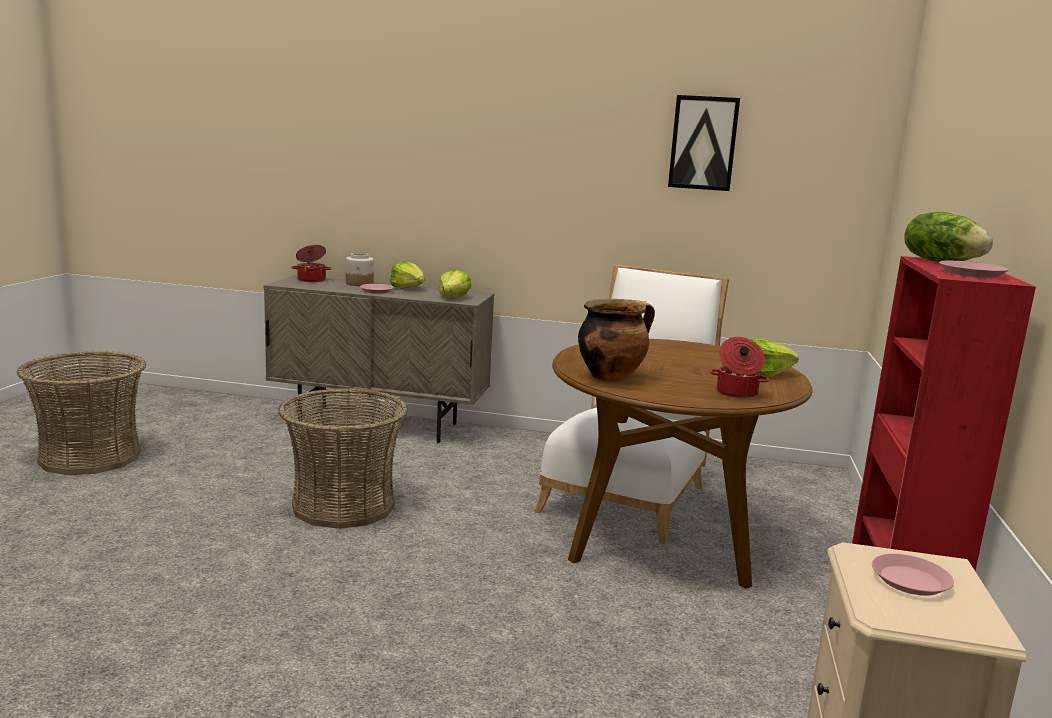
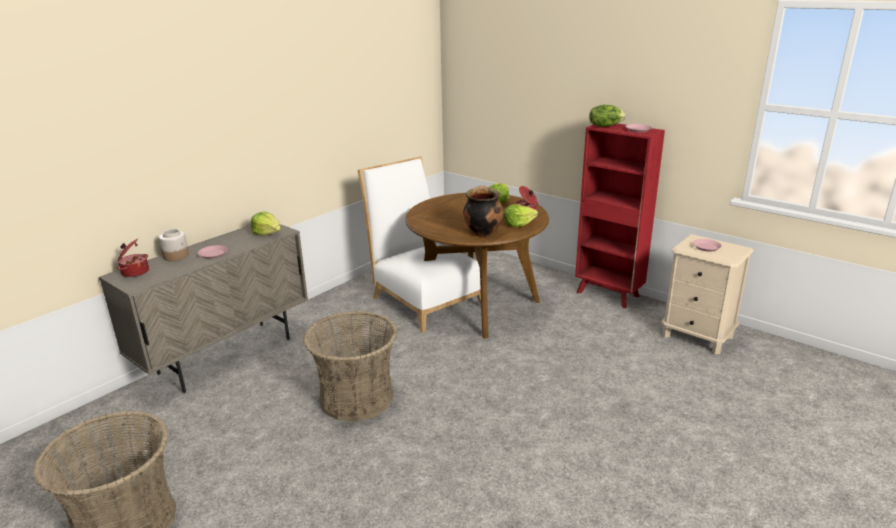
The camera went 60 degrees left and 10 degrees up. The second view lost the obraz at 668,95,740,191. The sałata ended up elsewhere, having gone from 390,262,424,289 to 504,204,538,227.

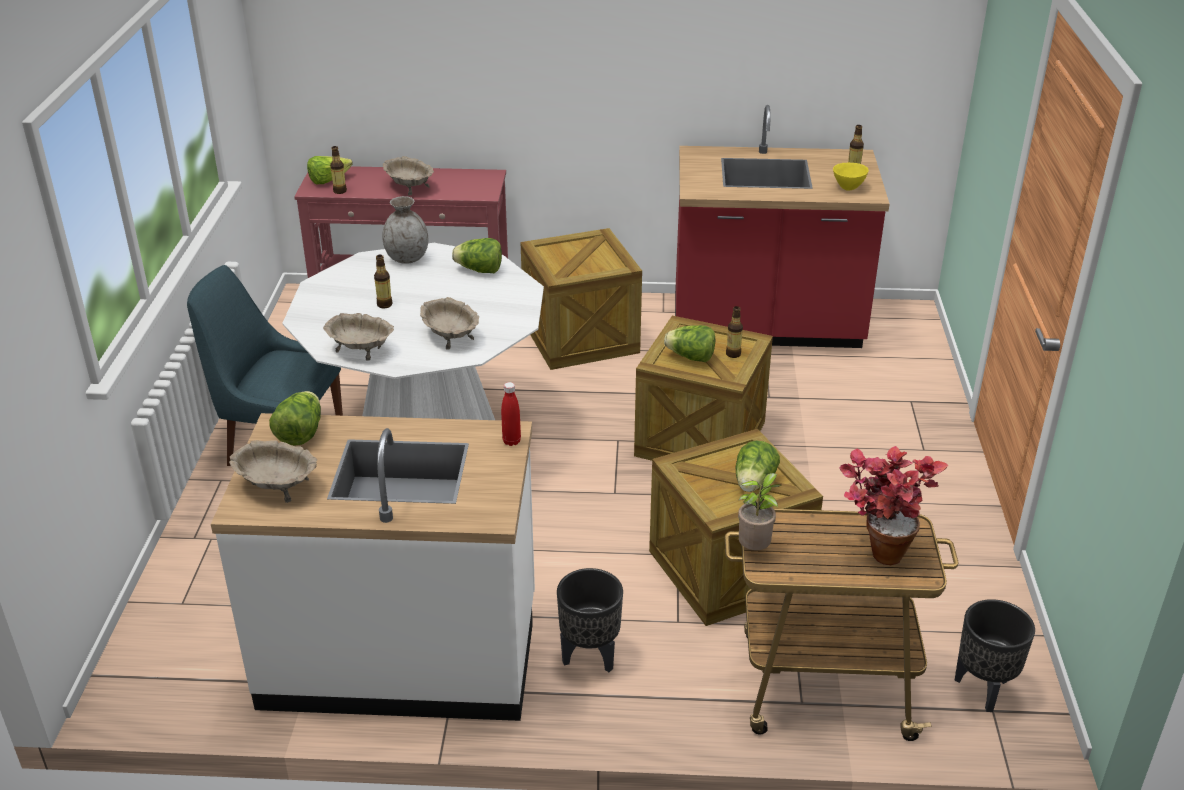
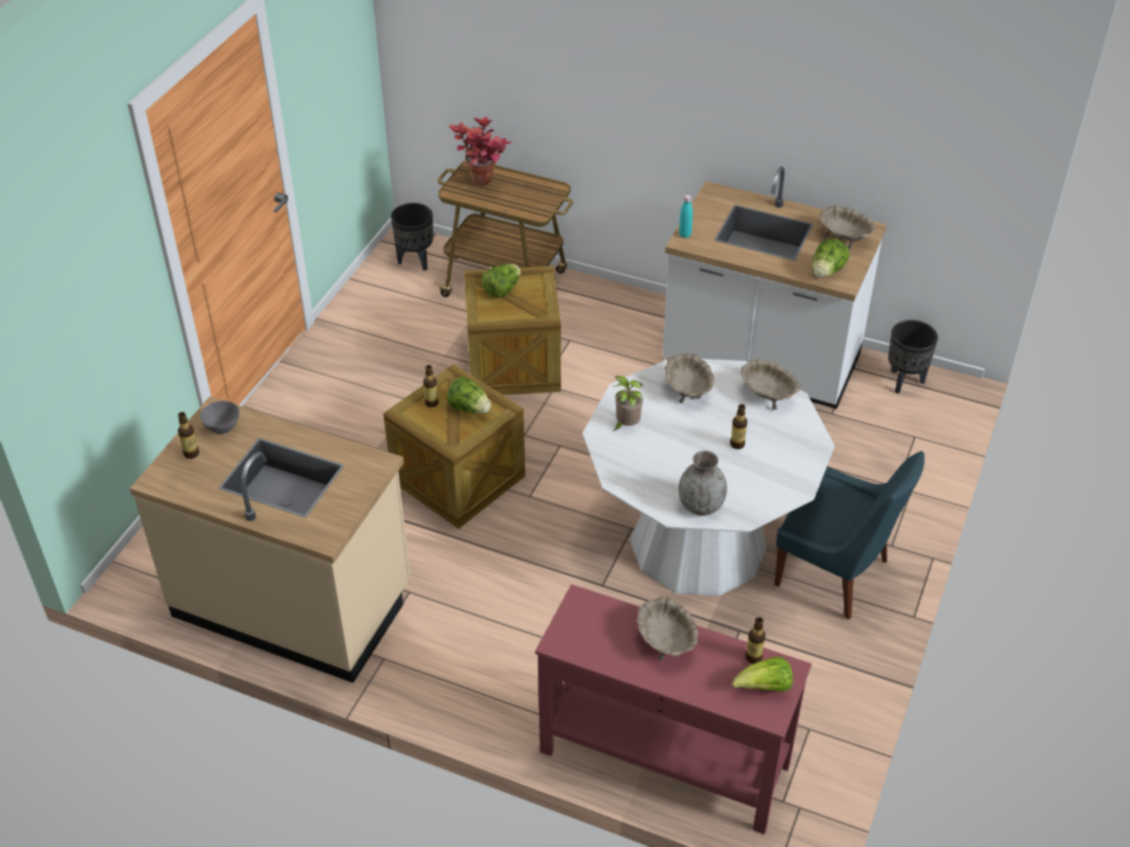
The camera went 160 degrees left and 10 degrees up. What was the zabudowa kuchenna (czerwony) at 675,105,890,348 turned into the zabudowa kuchenna (beżowy) at 130,396,410,683. What was the miska (żółty) at 833,163,869,191 turned into the miska (szary) at 200,401,240,434. The second view lost the skrzynka at 520,228,642,370. The second view lost the sałata at 452,238,502,273. What was the butelka (czerwony) at 501,382,521,446 turned into the butelka (turkusowy) at 679,195,693,238. The roślina doniczkowa ended up elsewhere, having gone from 738,473,781,550 to 613,376,643,431. The donica (czarny) ended up elsewhere, having gone from 557,568,623,672 to 888,320,938,394.

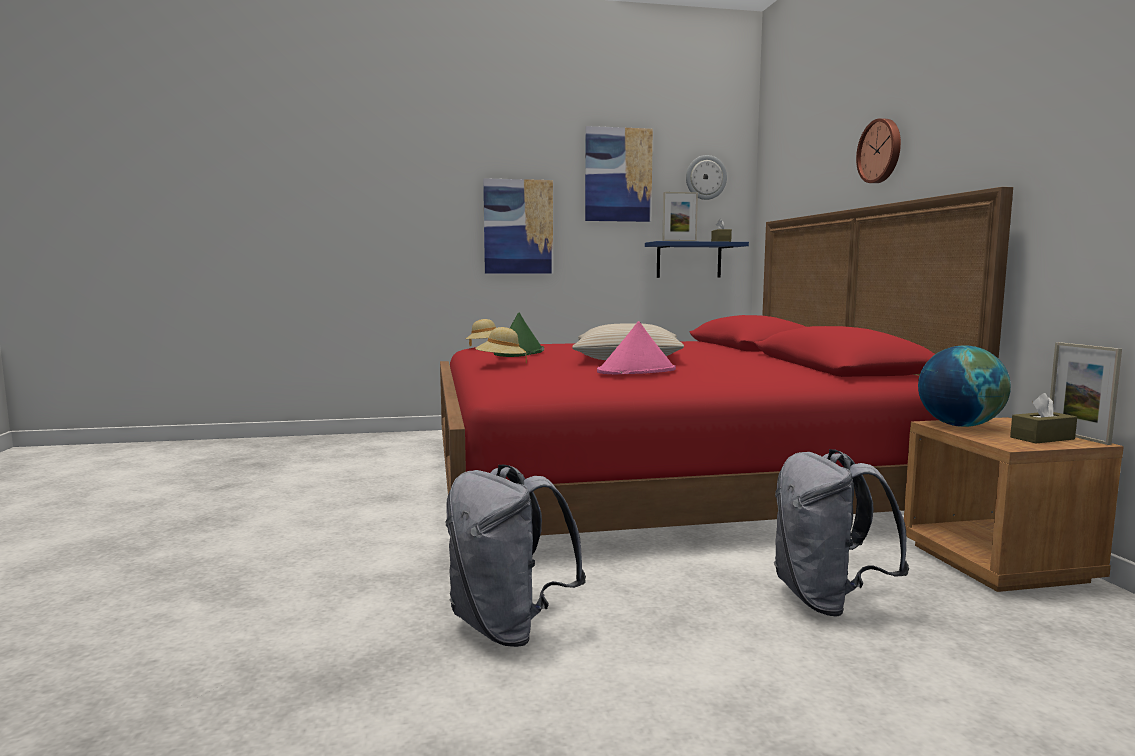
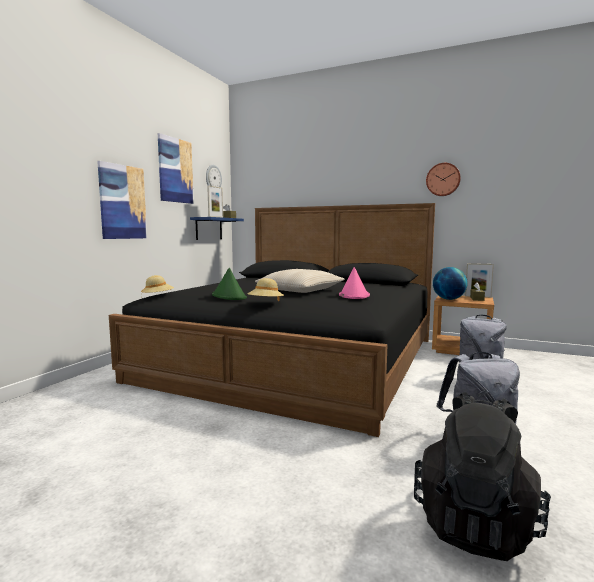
The camera went 55 degrees left and 0 degrees up. The zegar ścienny ended up elsewhere, having gone from 856,118,901,183 to 426,163,461,196. What was the łóżko (czerwony) at 440,187,1013,535 turned into the łóżko (czarny) at 109,203,435,437. The second view gained the plecak (czarny) at 414,392,551,561.

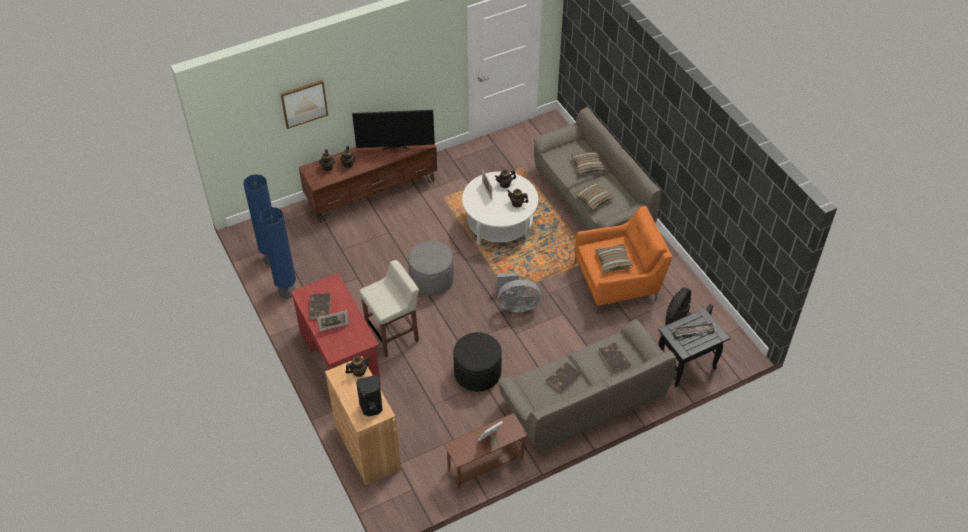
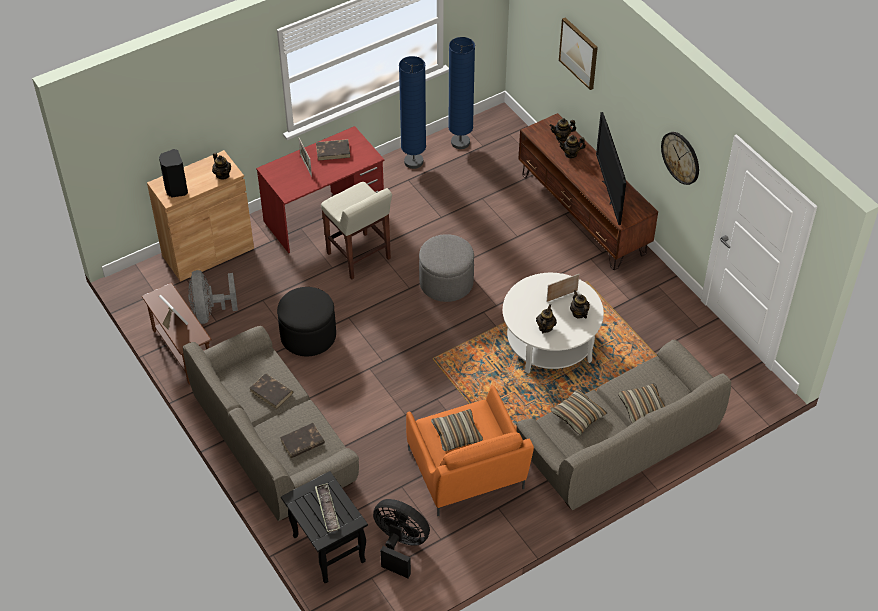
The camera went 85 degrees right and 0 degrees up. The wentylator (szary) ended up elsewhere, having gone from 497,273,541,312 to 188,270,238,324. The second view gained the zegar ścienny at 661,132,699,185.

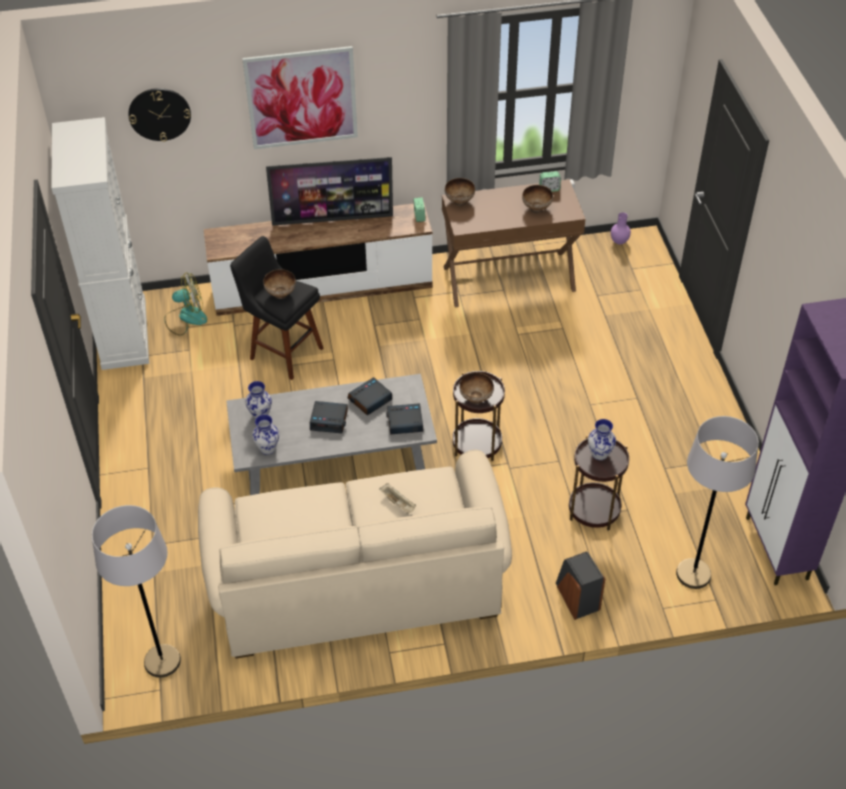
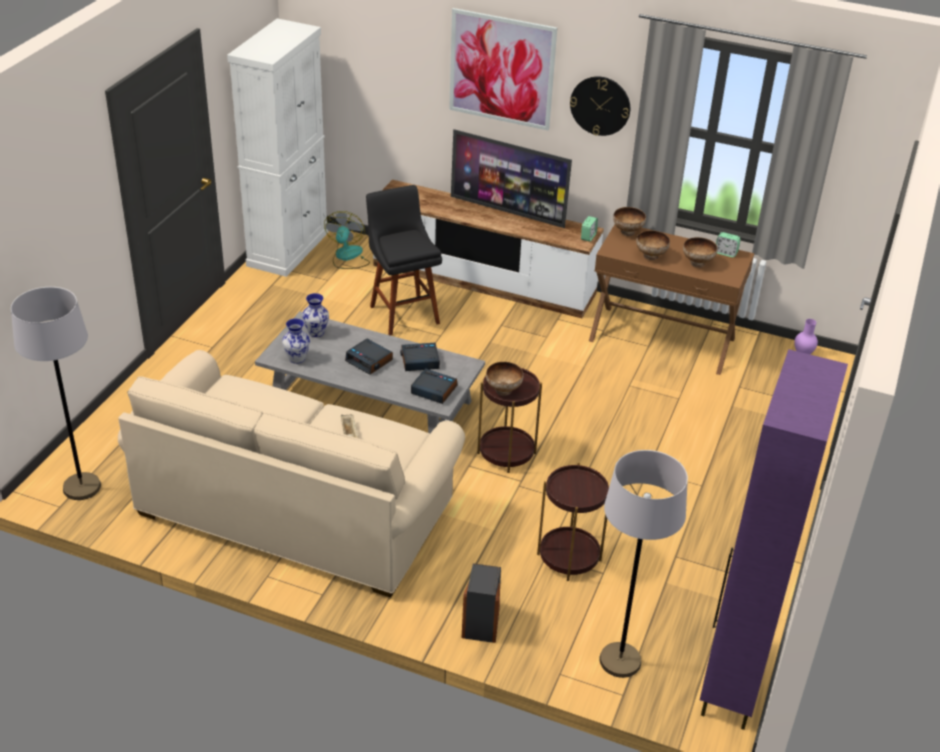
The camera went 30 degrees right and 10 degrees down. The zegar ścienny ended up elsewhere, having gone from 128,88,191,142 to 570,76,630,136. The miska ended up elsewhere, having gone from 263,269,296,299 to 636,230,670,260. The wentylator at 164,273,207,336 ended up facing another way, 105 degrees counterclockwise from before. The second view lost the wazon at 588,419,616,460.

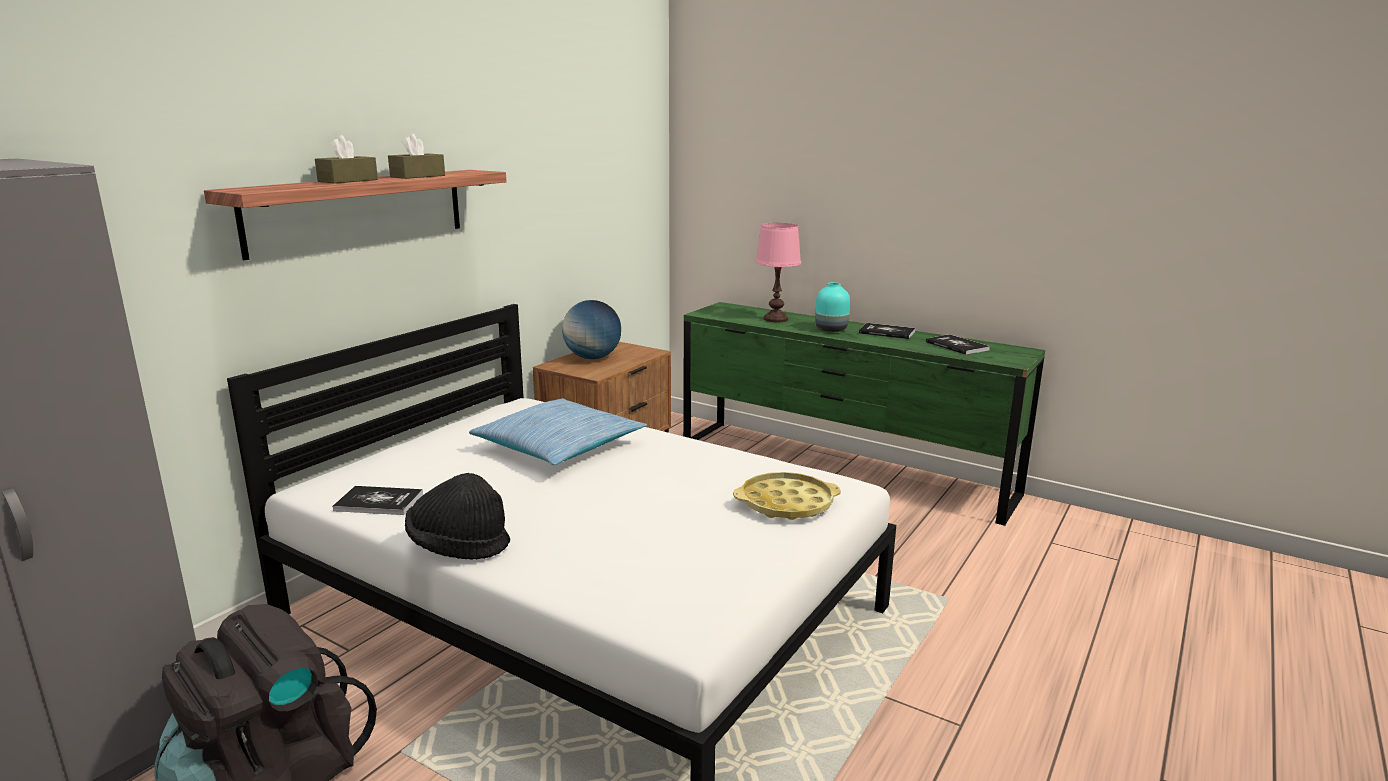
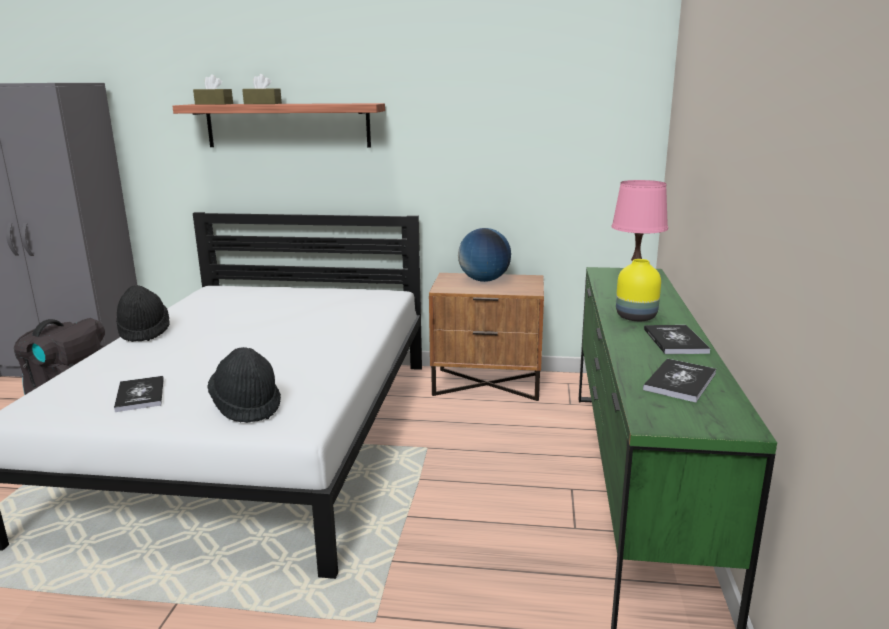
The camera went 65 degrees right and 0 degrees up. The pudełko chusteczek (brązowy) ended up elsewhere, having gone from 388,134,445,179 to 193,74,233,105. What was the wazon (turkusowy) at 815,282,850,332 turned into the wazon (żółty) at 616,259,661,321. The second view lost the poduszka at 469,398,647,465. Where the taca (żółty) stood at 733,472,841,520, the kapelusz (czarny) came to stand at 208,347,281,423. The książka ended up elsewhere, having gone from 332,486,423,515 to 114,376,164,412.

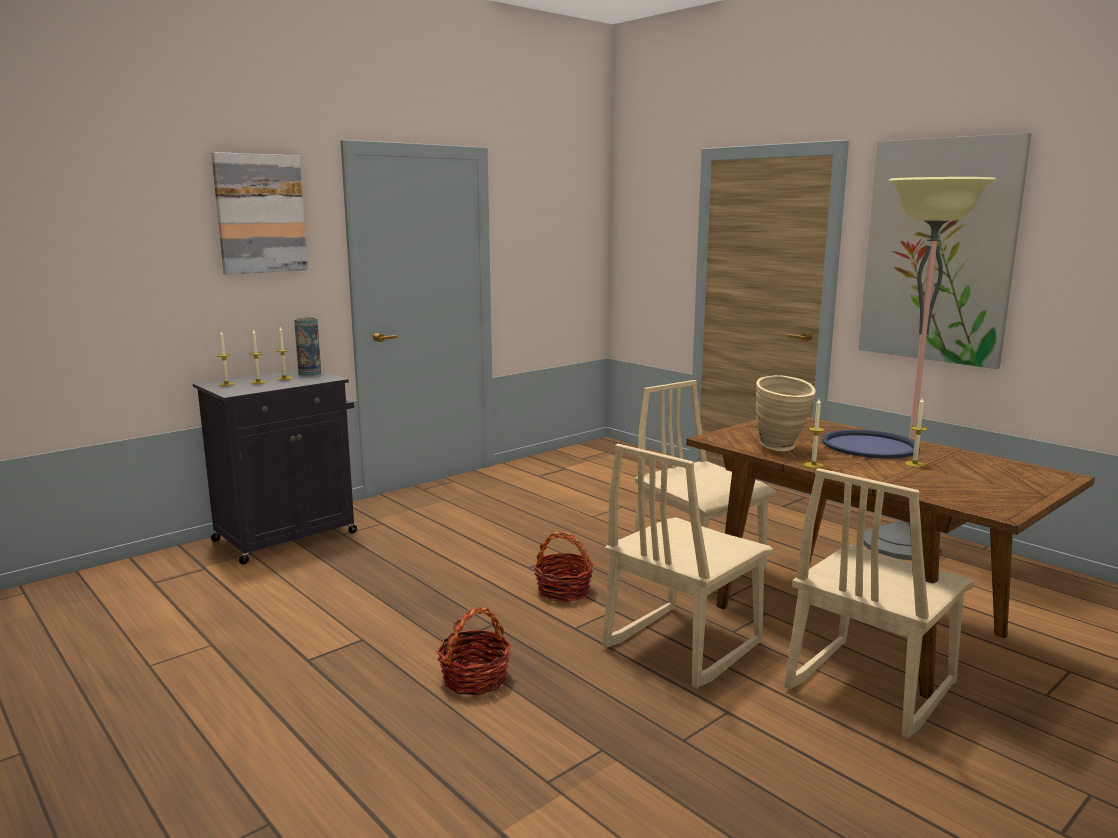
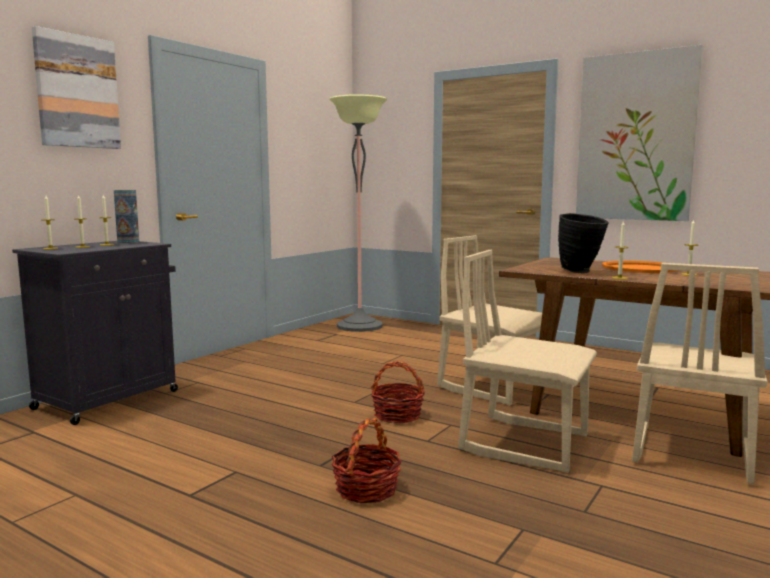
The camera went 15 degrees left and 5 degrees down. The lampa stojąca ended up elsewhere, having gone from 863,177,996,560 to 329,94,387,332. What was the wazon (beżowy) at 756,375,816,451 turned into the wazon (czarny) at 558,213,609,273. What was the taca (niebieski) at 822,430,920,458 turned into the taca (pomarańczowy) at 602,260,677,273. The krzesło (beżowy) at 602,444,773,688 ended up facing another way, 90 degrees clockwise from before.

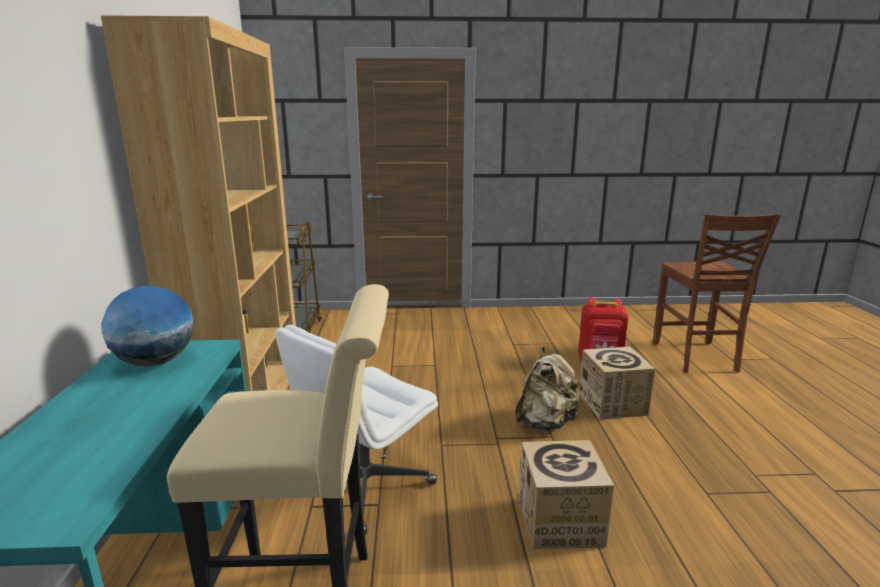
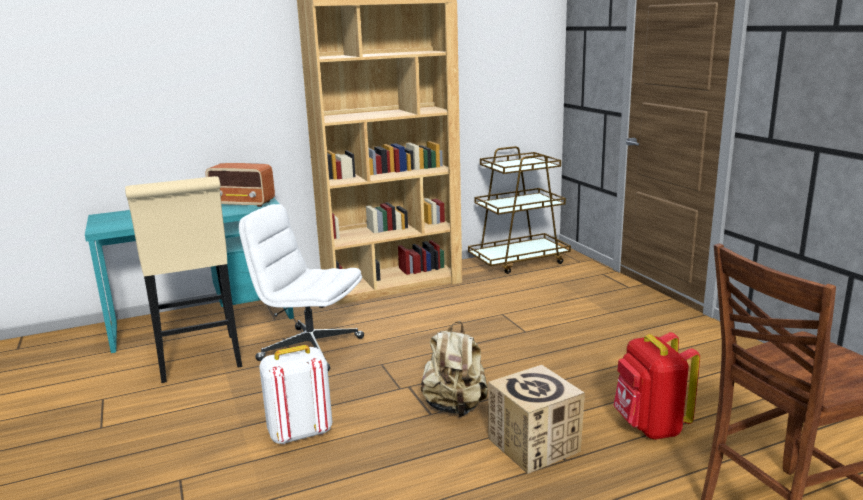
The camera went 70 degrees right and 0 degrees up. Where the globus stood at 101,285,193,366, the radio came to stand at 206,163,275,207. Where the karton stood at 519,440,614,549, the plecak (biały) came to stand at 259,345,332,444.

